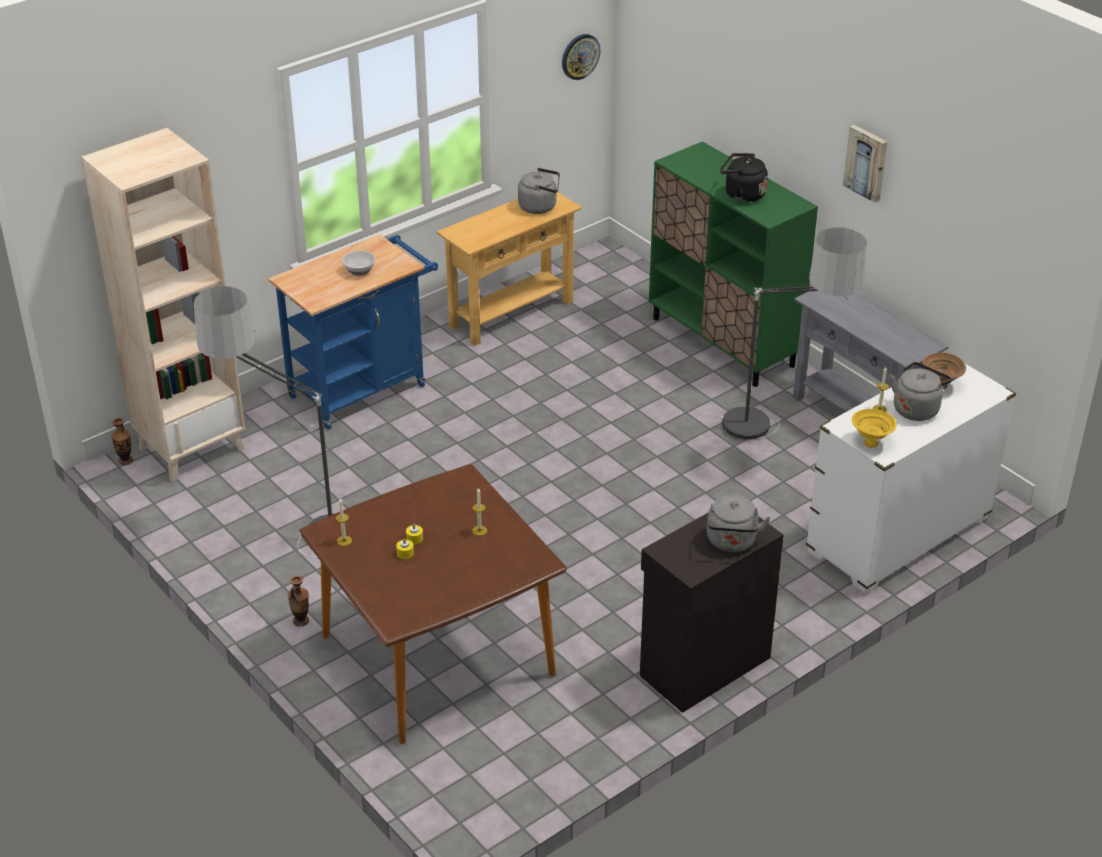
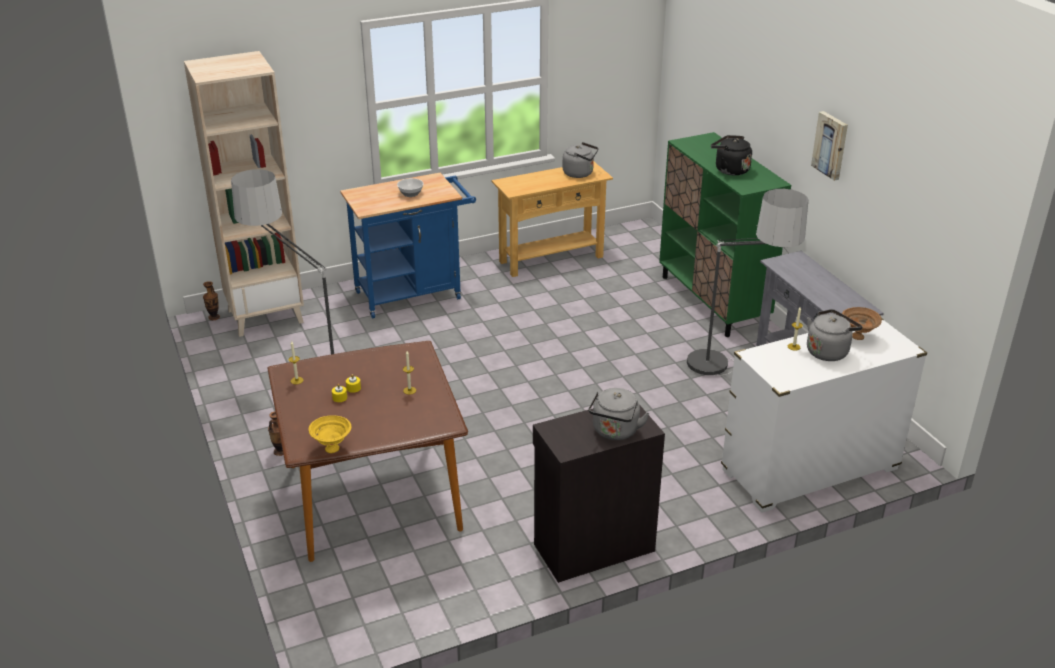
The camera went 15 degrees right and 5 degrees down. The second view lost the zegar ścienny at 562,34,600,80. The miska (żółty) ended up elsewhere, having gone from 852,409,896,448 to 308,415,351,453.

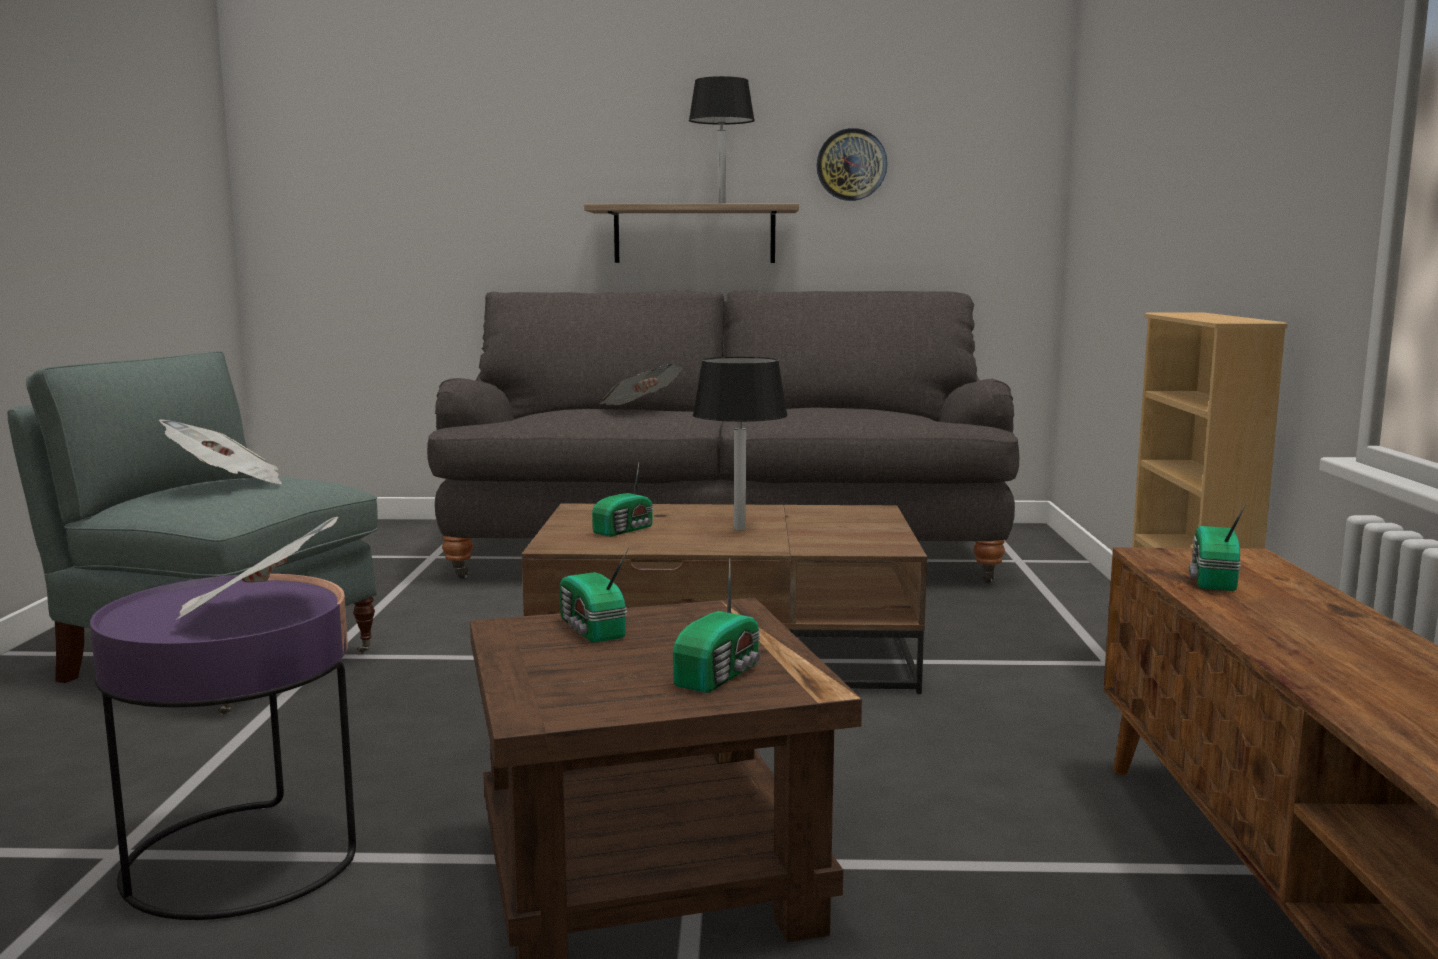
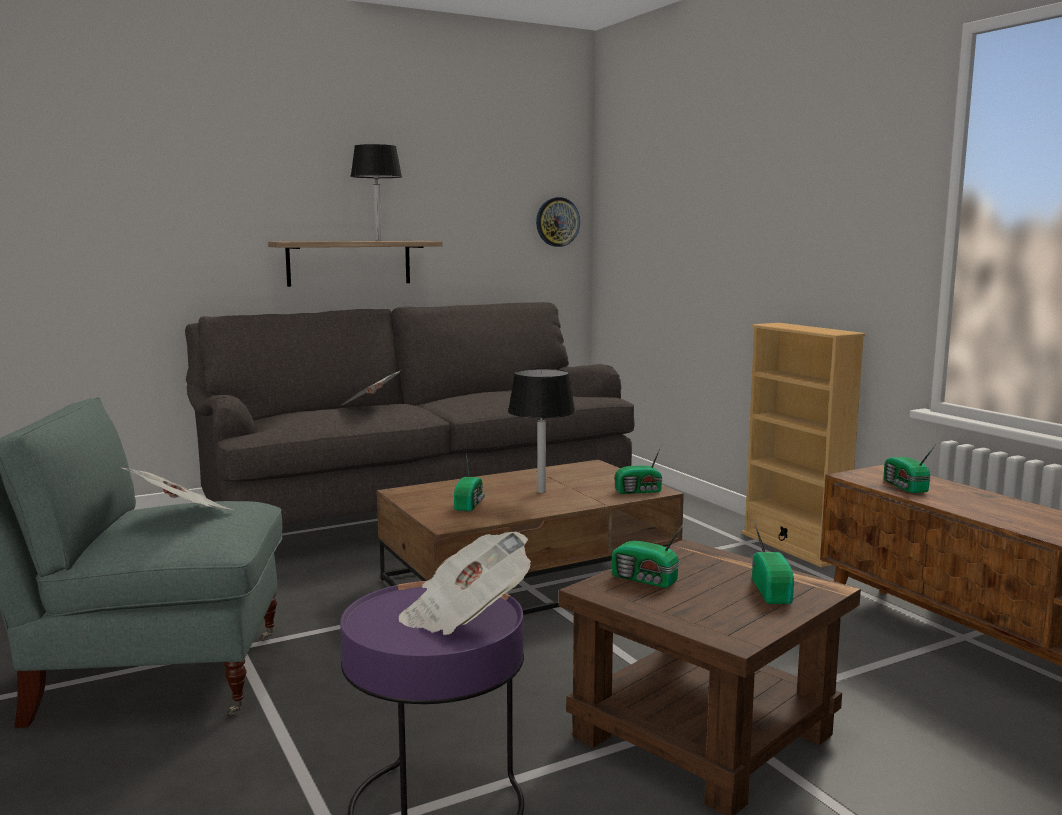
The camera went 30 degrees left and 0 degrees up. The zegar ścienny ended up elsewhere, having gone from 817,128,887,201 to 536,197,580,247. The second view gained the radio at 615,446,663,494.

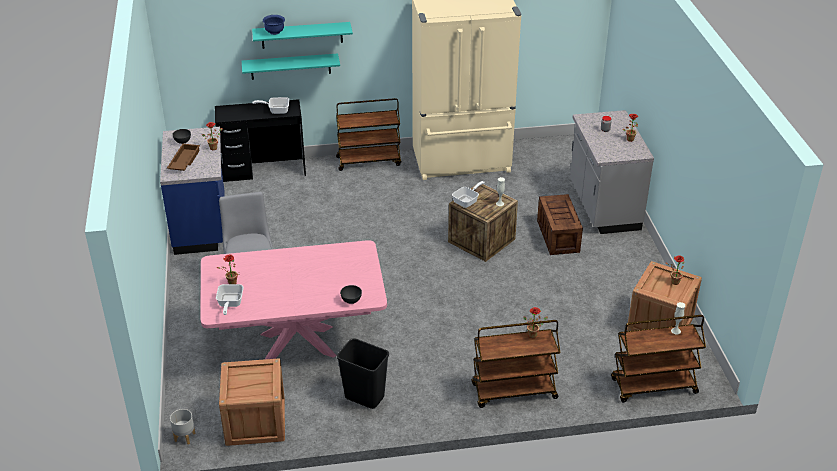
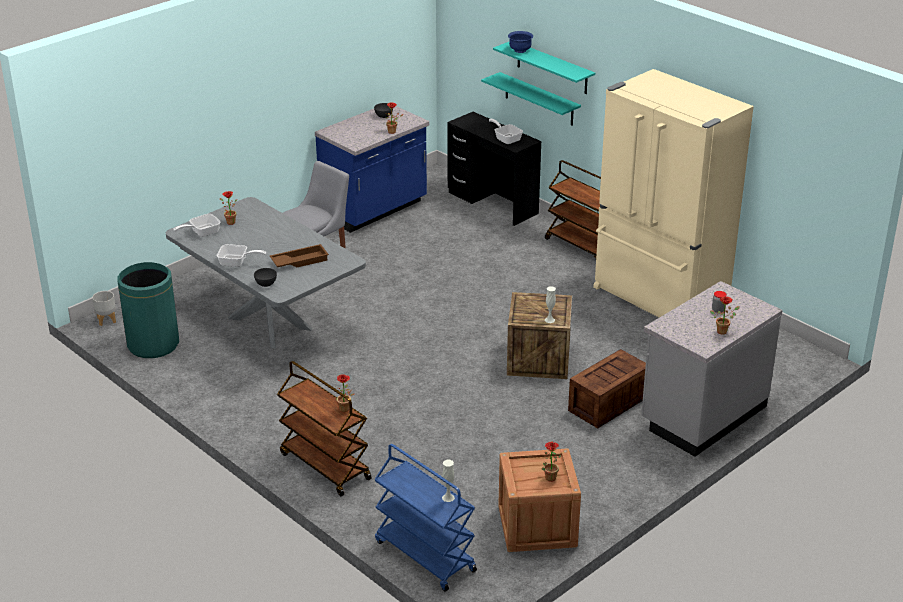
The camera went 55 degrees right and 5 degrees down. The taca (brązowy) ended up elsewhere, having gone from 167,144,200,171 to 270,244,329,268. The patelnia ended up elsewhere, having gone from 452,181,485,208 to 217,244,266,267. What was the stół jadalny (różowy) at 201,240,387,359 turned into the stół jadalny (szary) at 166,197,366,348. What was the wózek (brązowy) at 611,315,706,402 turned into the wózek (niebieski) at 374,444,477,592. The second view lost the kosz na śmieci (czarny) at 337,338,389,409. Where the skrzynka stood at 219,358,285,446, the kosz na śmieci (zielony) came to stand at 118,262,179,358.

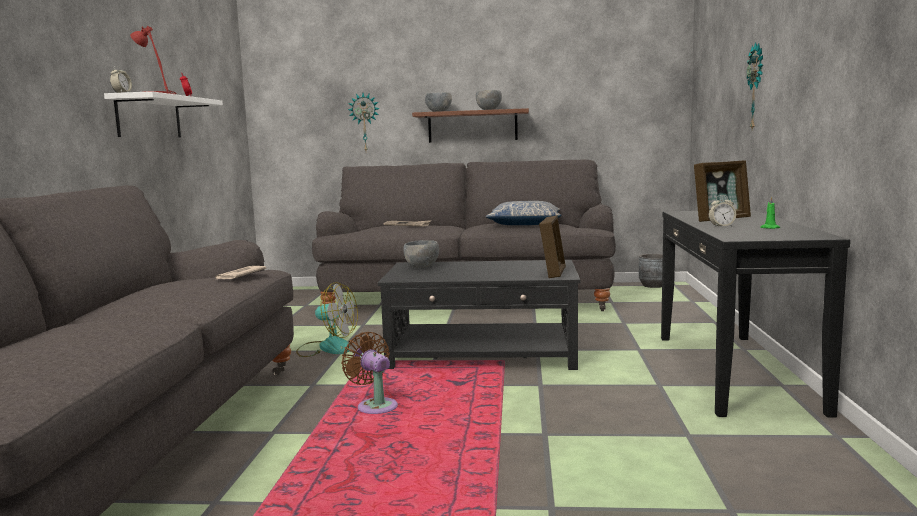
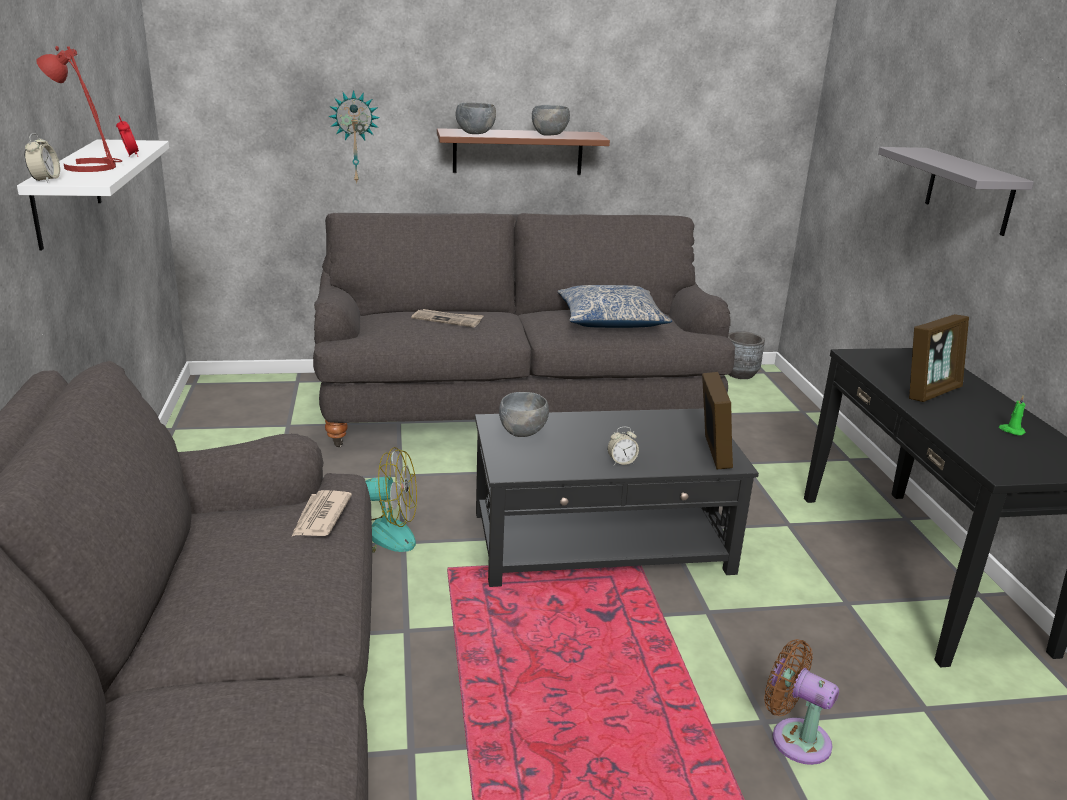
The camera went 15 degrees left and 15 degrees up. Where the zegar ścienny hung at 747,42,763,129, the półka (szary) came to hang at 878,147,1034,236. The budzik ended up elsewhere, having gone from 709,195,736,227 to 607,427,639,465. The wentylator (brązowy) ended up elsewhere, having gone from 341,332,398,414 to 764,639,839,765.

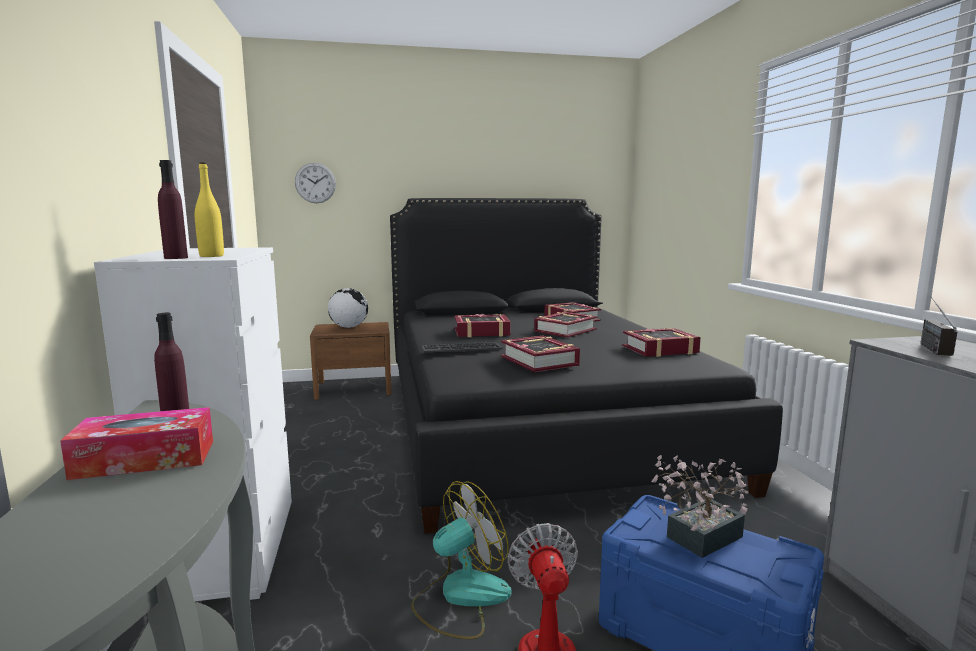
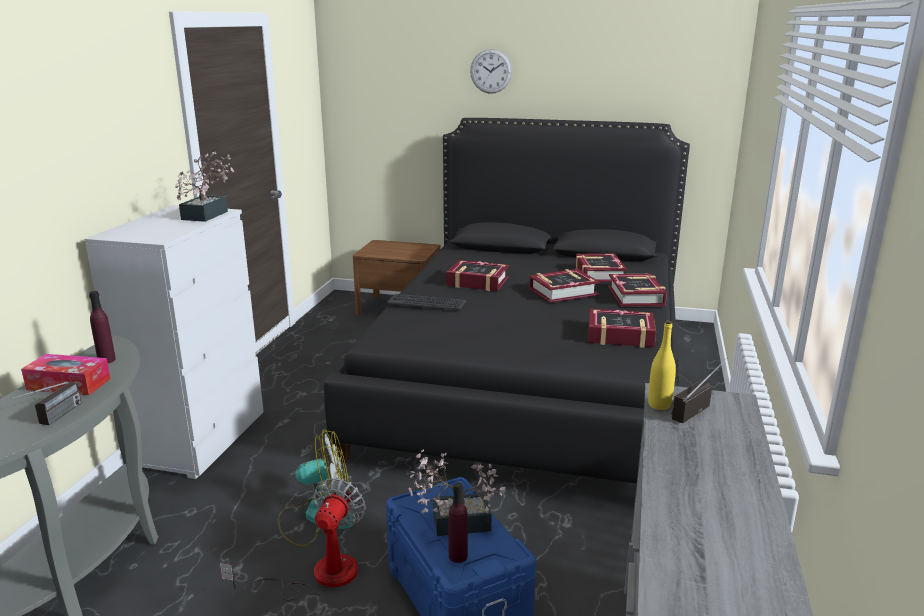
The camera went 25 degrees right and 10 degrees up. The butelka (fioletowy) ended up elsewhere, having gone from 158,160,188,259 to 448,482,468,563. The butelka (żółty) ended up elsewhere, having gone from 195,162,224,257 to 648,320,676,410. The zegar ścienny ended up elsewhere, having gone from 295,163,336,203 to 470,49,512,94. The second view lost the globus at 328,288,368,328. The książka ended up elsewhere, having gone from 501,336,580,372 to 608,274,667,307. The second view gained the roślina doniczkowa at 175,152,234,222. The second view gained the radio at 11,382,82,425.

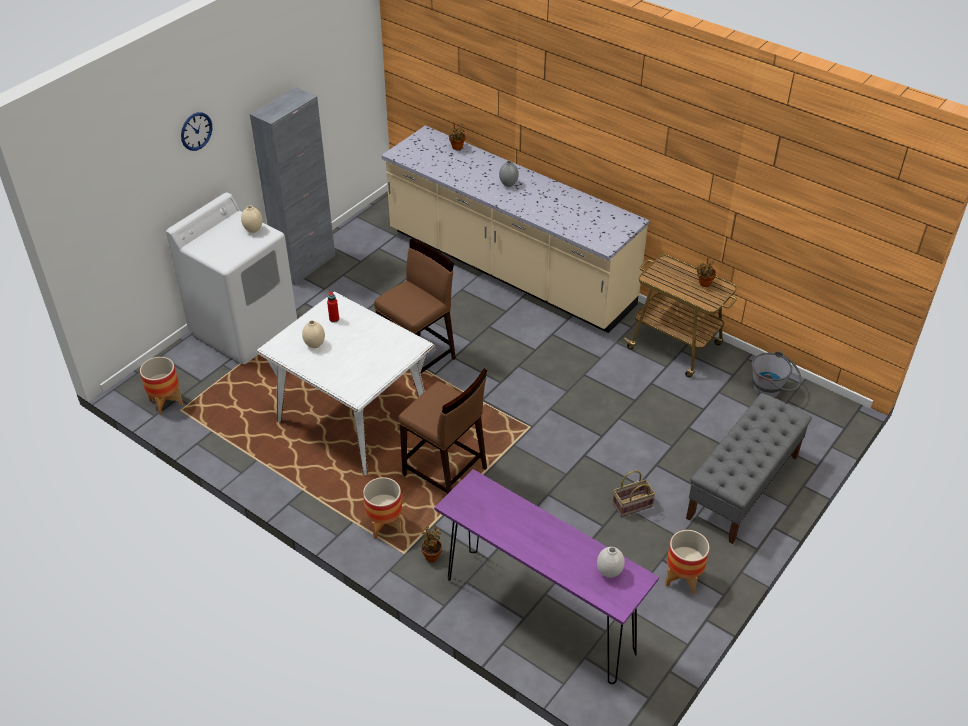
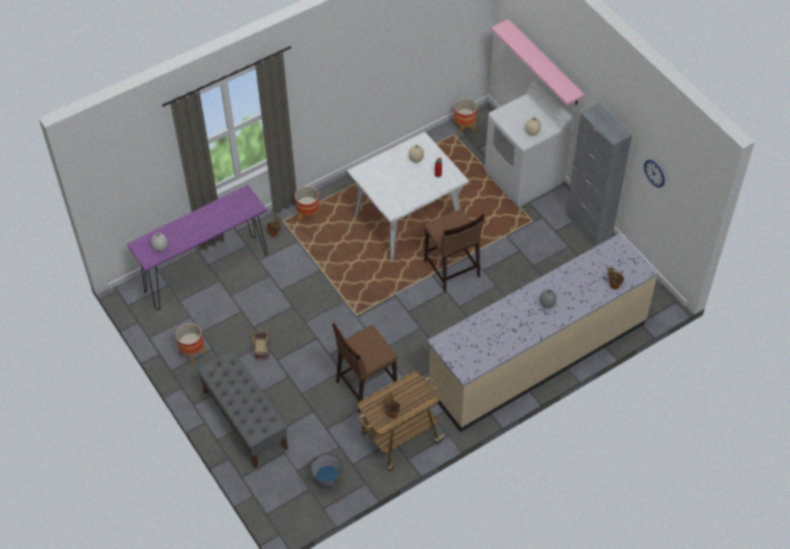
The camera went 110 degrees right and 10 degrees up. The zegar ścienny ended up elsewhere, having gone from 181,112,212,151 to 644,160,665,188. The stołek (brązowy) ended up elsewhere, having gone from 398,369,487,494 to 332,323,397,413. The second view gained the półka (różowy) at 491,19,585,105.

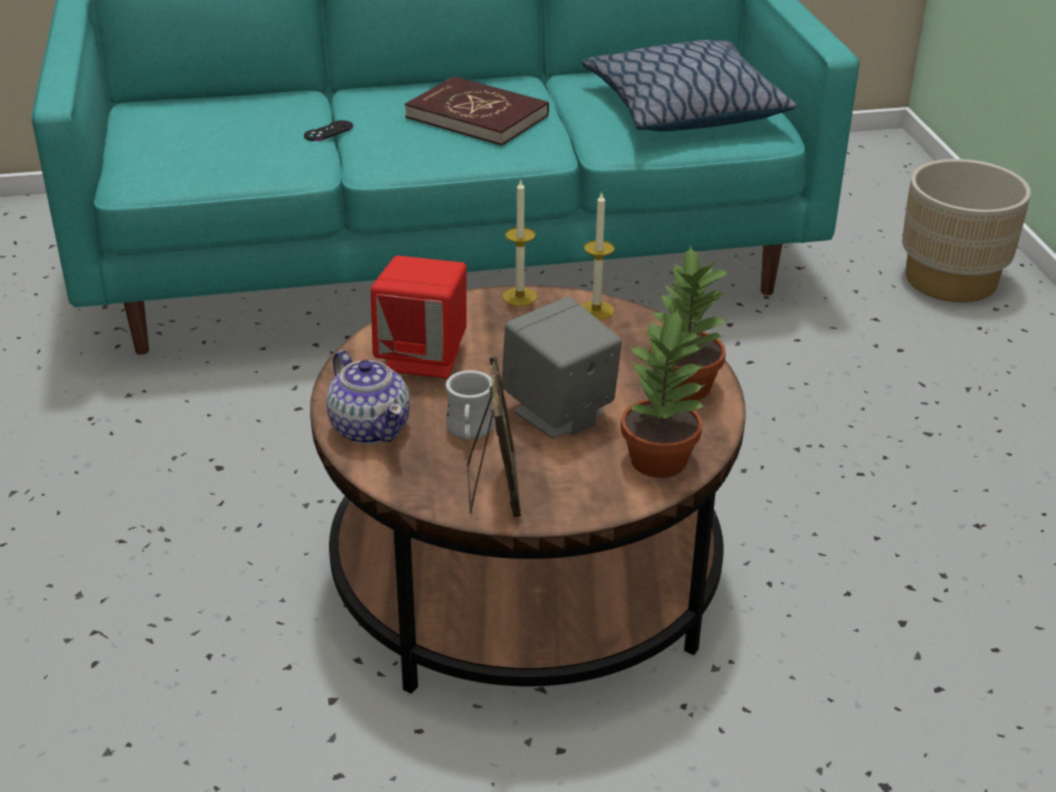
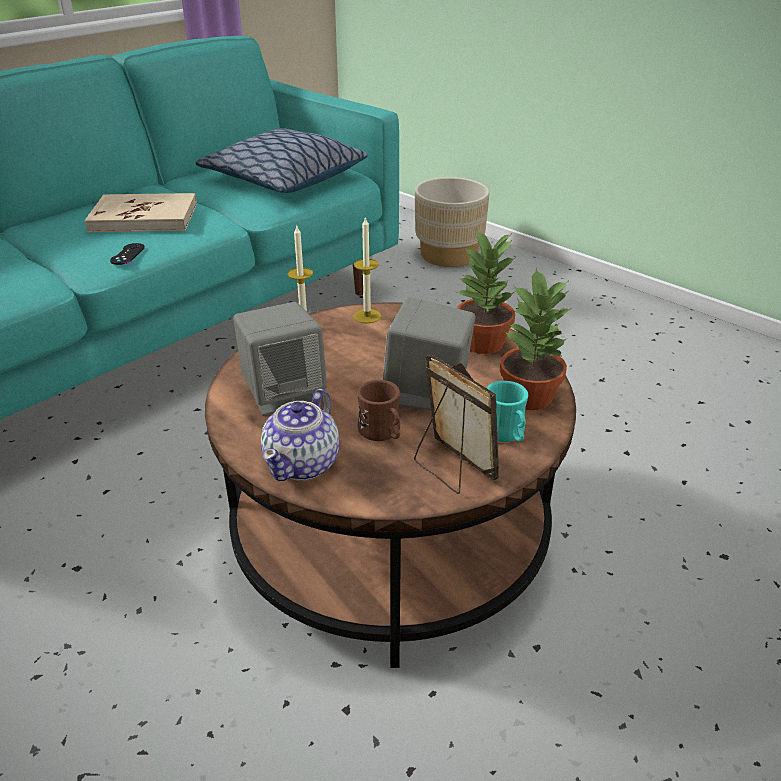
The camera went 35 degrees left and 0 degrees up. What was the książka (czerwony) at 405,76,549,146 turned into the książka (beżowy) at 84,193,197,232. The pad do gier (czarny) ended up elsewhere, having gone from 304,120,353,141 to 110,243,145,265. What was the głośnik (czerwony) at 371,256,467,378 turned into the głośnik (szary) at 233,302,327,416. The imbryk at 326,350,410,444 ended up facing another way, 90 degrees clockwise from before. What was the kubek (biały) at 446,370,495,440 turned into the kubek (brązowy) at 357,380,400,441. The second view gained the kubek (turkusowy) at 487,381,528,442.

